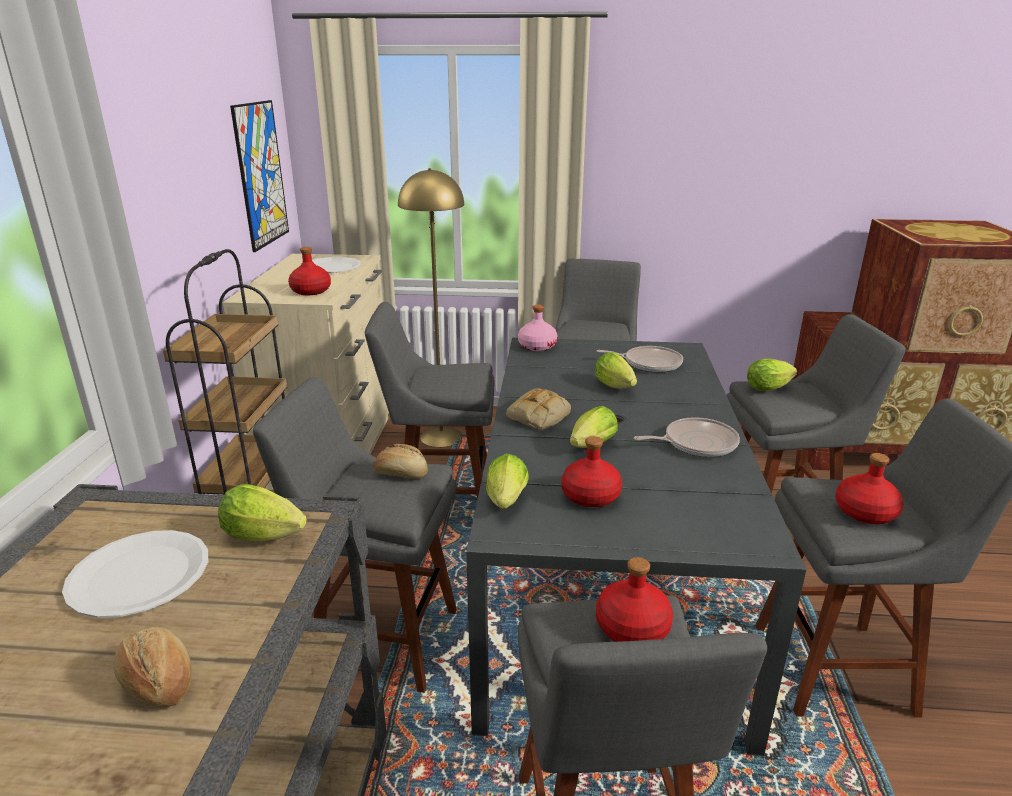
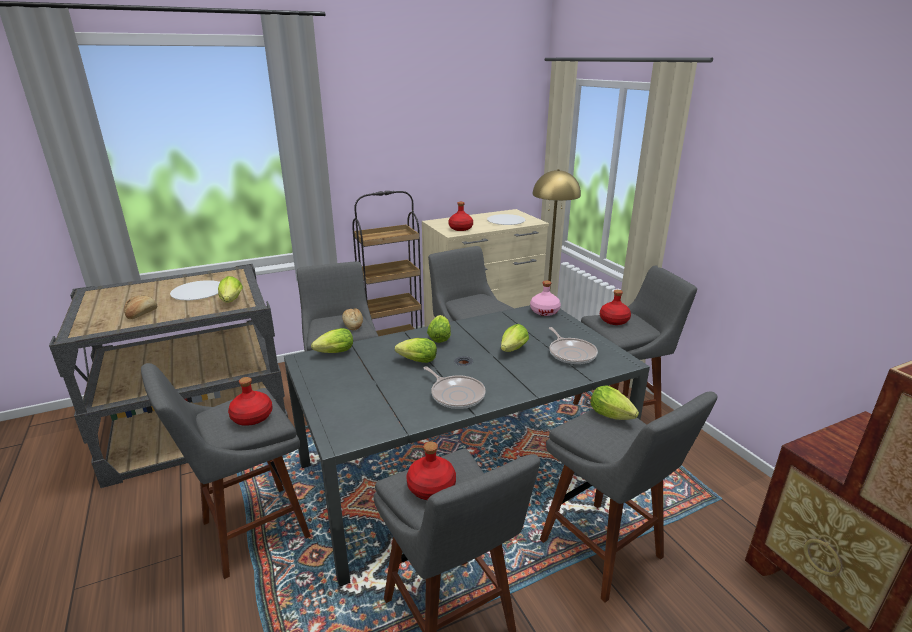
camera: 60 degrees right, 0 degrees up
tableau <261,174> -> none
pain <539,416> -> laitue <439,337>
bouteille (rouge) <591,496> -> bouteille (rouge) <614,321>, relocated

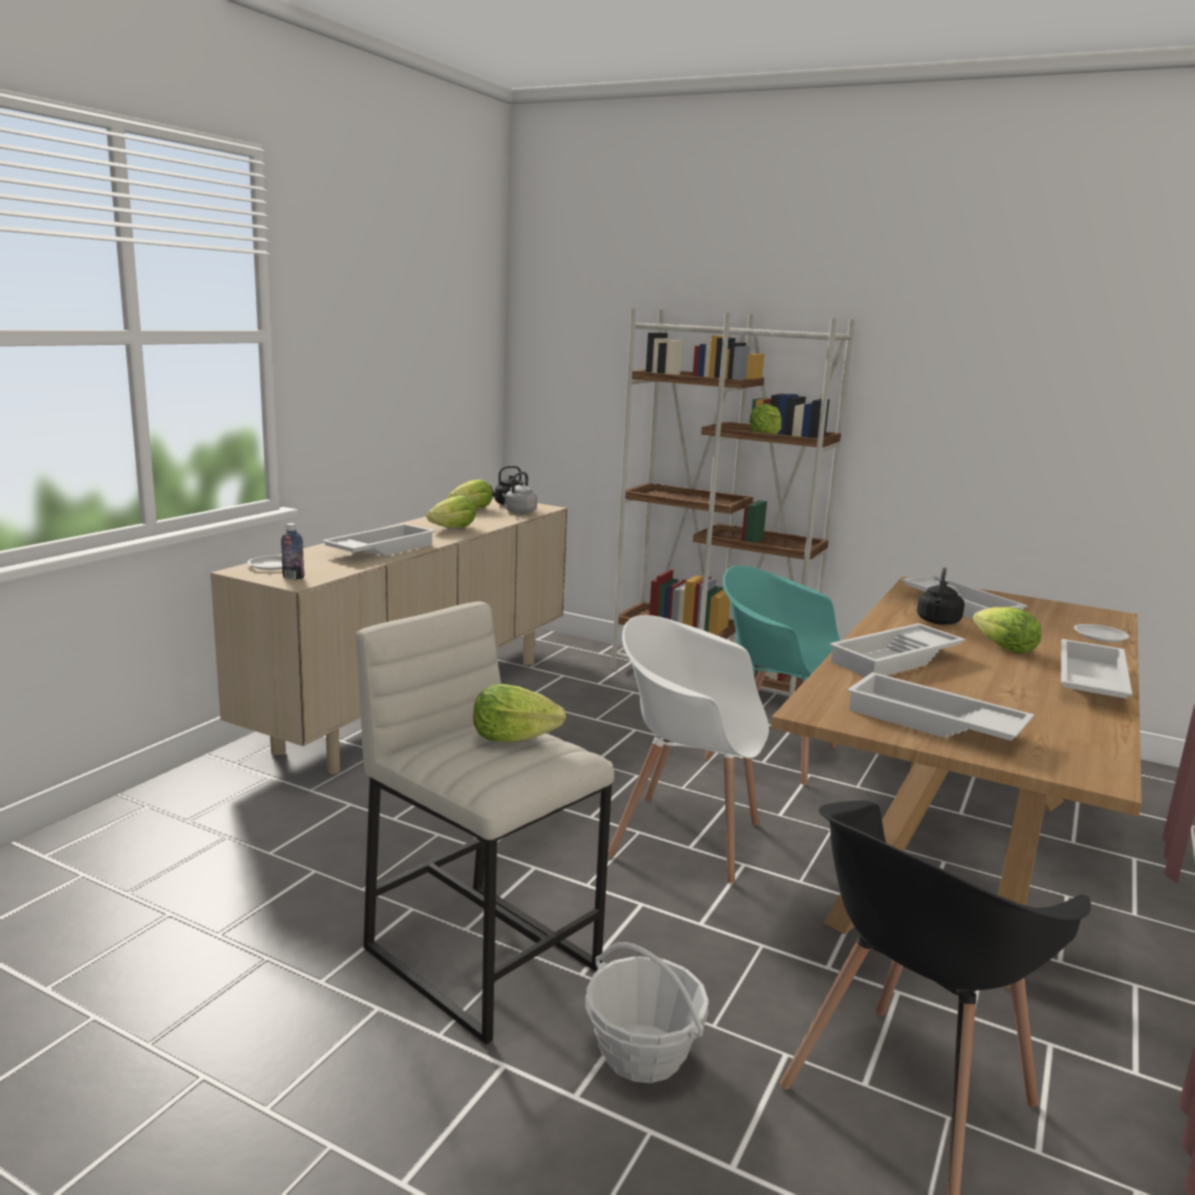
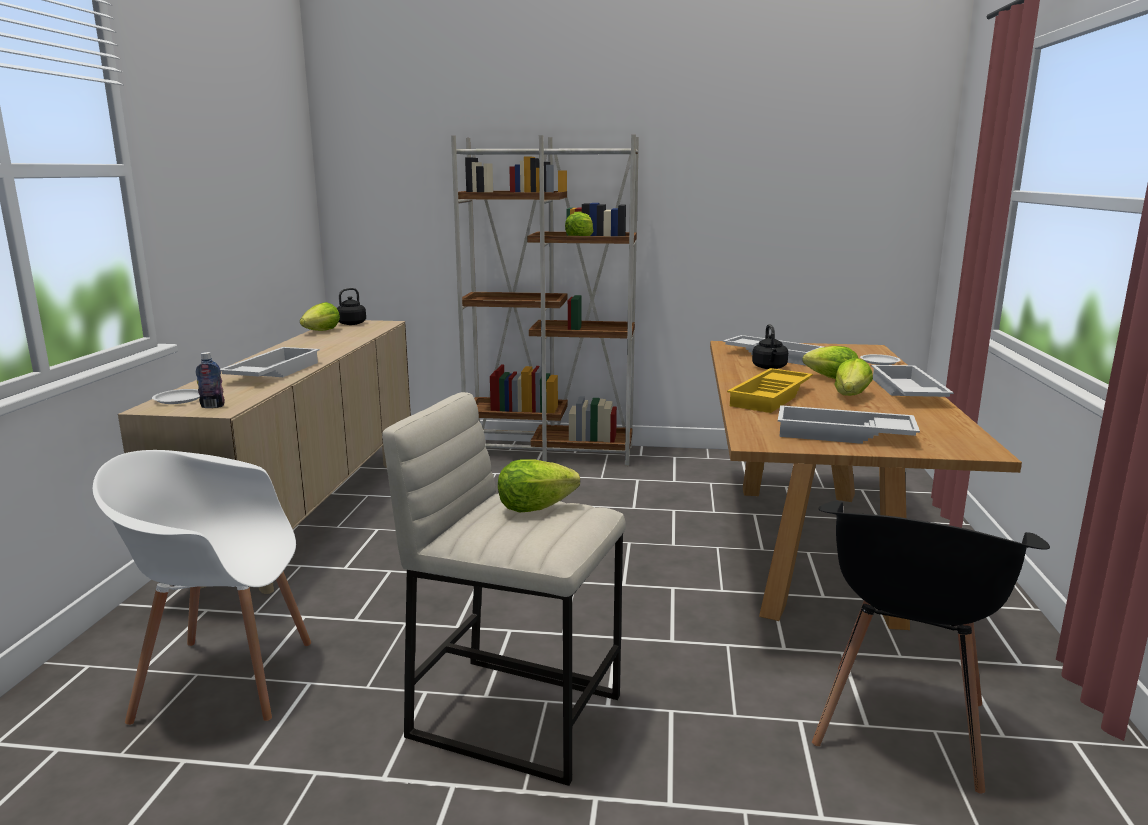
camera: 20 degrees left, 0 degrees up
laitue <453,528> -> laitue <851,396>, relocated
bouilloire (gris) <519,512> -> none
panier <643,1053> -> none
chaise (blanc) <683,838> -> chaise (blanc) <223,680>, relocated
chaise (turquoise) <769,752> -> none
plateau (blanc) <896,660> -> plateau (jaune) <771,397>

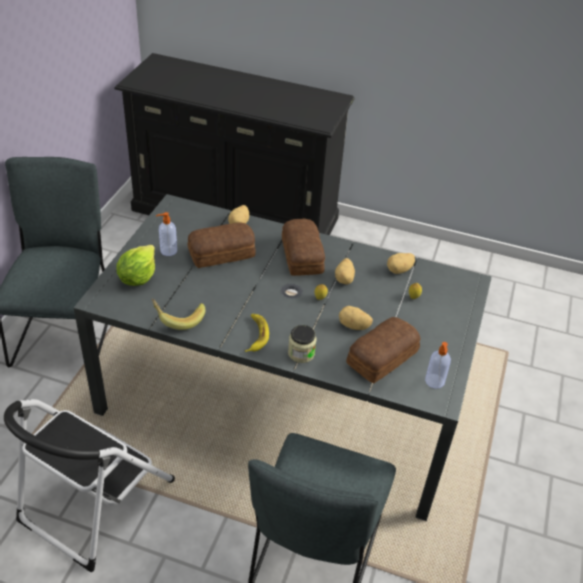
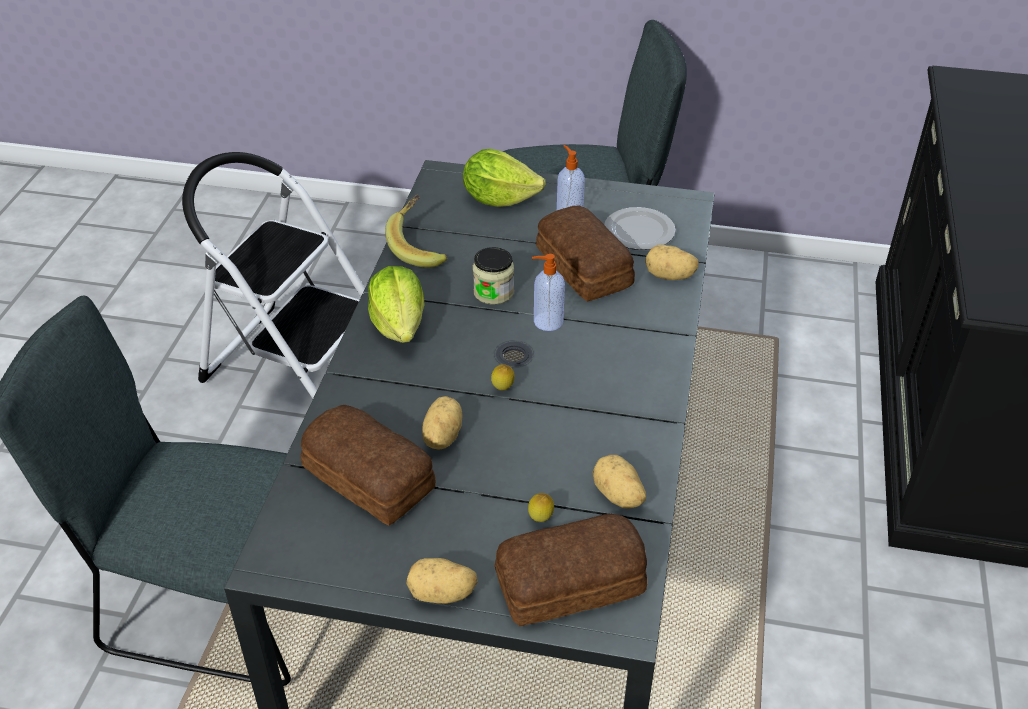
camera: 85 degrees right, 0 degrees up
banane <256,335> -> laitue <399,325>
pain <303,255> -> pain <572,584>, relocated
bocal <301,353> -> bocal <493,292>, relocated
pomme de terre <345,279> -> pomme de terre <442,594>, relocated
distributeur de savon <434,382> -> distributeur de savon <547,321>, relocated
none -> assiette <639,232>

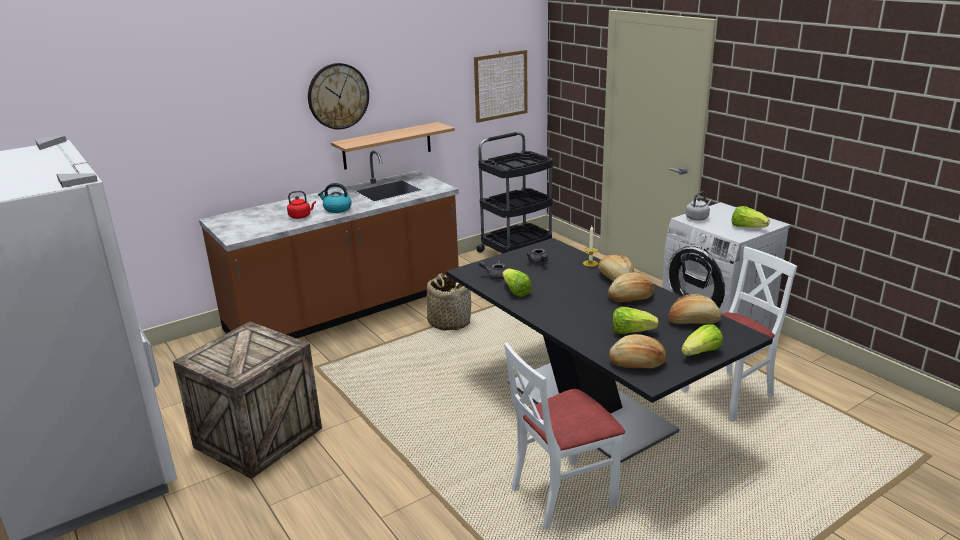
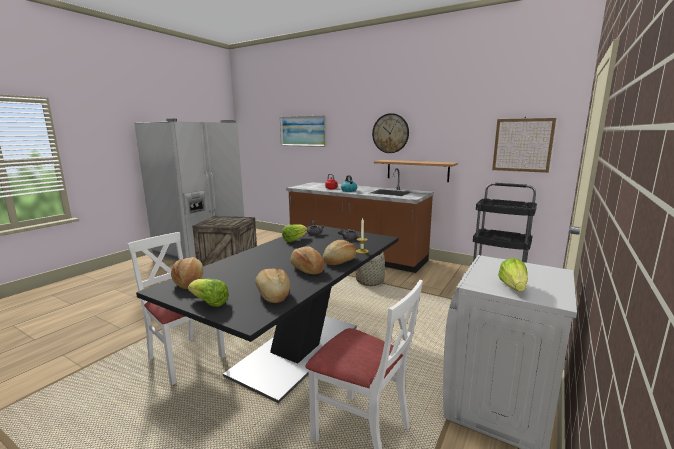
camera: 65 degrees right, 10 degrees down
laitue <631,332> -> none
bouilloire (gris) <697,218> -> none
none -> tableau <303,131>

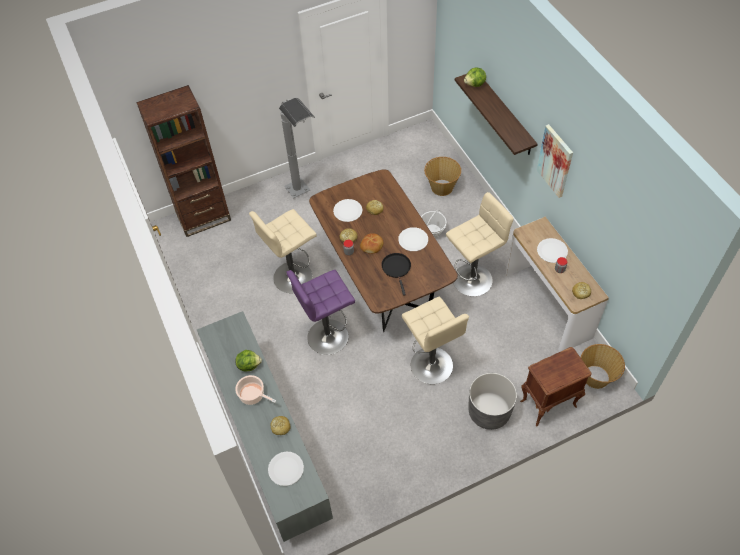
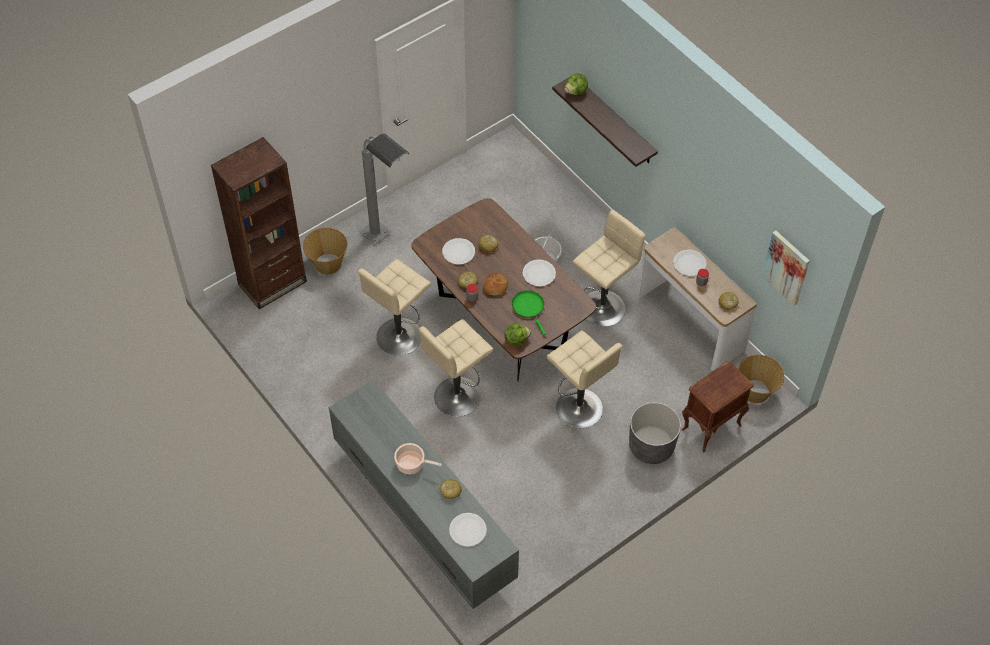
camera: 15 degrees left, 0 degrees up
laitue <249,365> -> laitue <516,339>, relocated
tabouret (violet) <327,337> -> tabouret (beige) <456,396>
poêle (noir) <397,268> -> poêle (vert) <529,307>
panier <441,187> -> panier <327,263>, relocated
tableau <555,161> -> tableau <786,267>, relocated

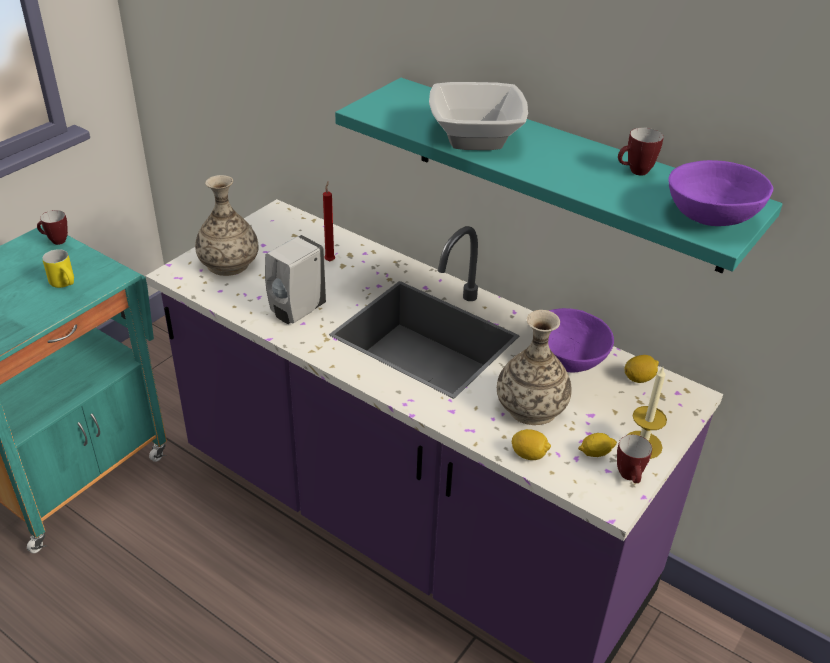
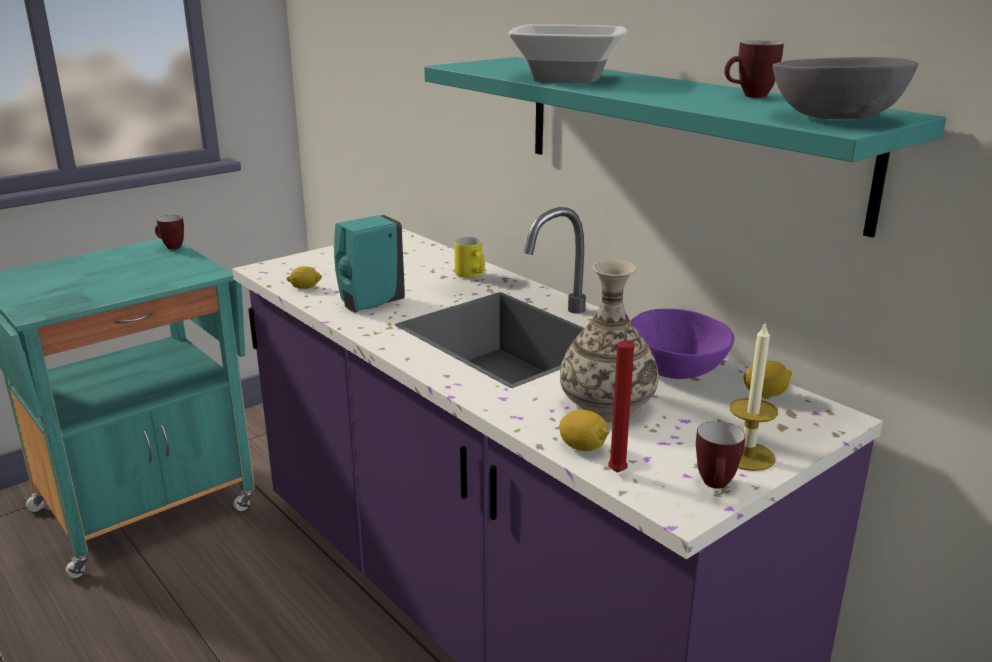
camera: 15 degrees right, 15 degrees down
mug (jaune) <66,284> -> mug (jaune) <473,276>, relocated
vase <228,263> -> none
distributeur de savon (blanc) <296,312> -> distributeur de savon (turquoise) <369,304>
bougie (rouge) <330,260> -> bougie (rouge) <618,470>, relocated
citron <595,453> -> citron <305,287>, relocated
bol (violet) <713,217> -> bol (gris) <838,118>

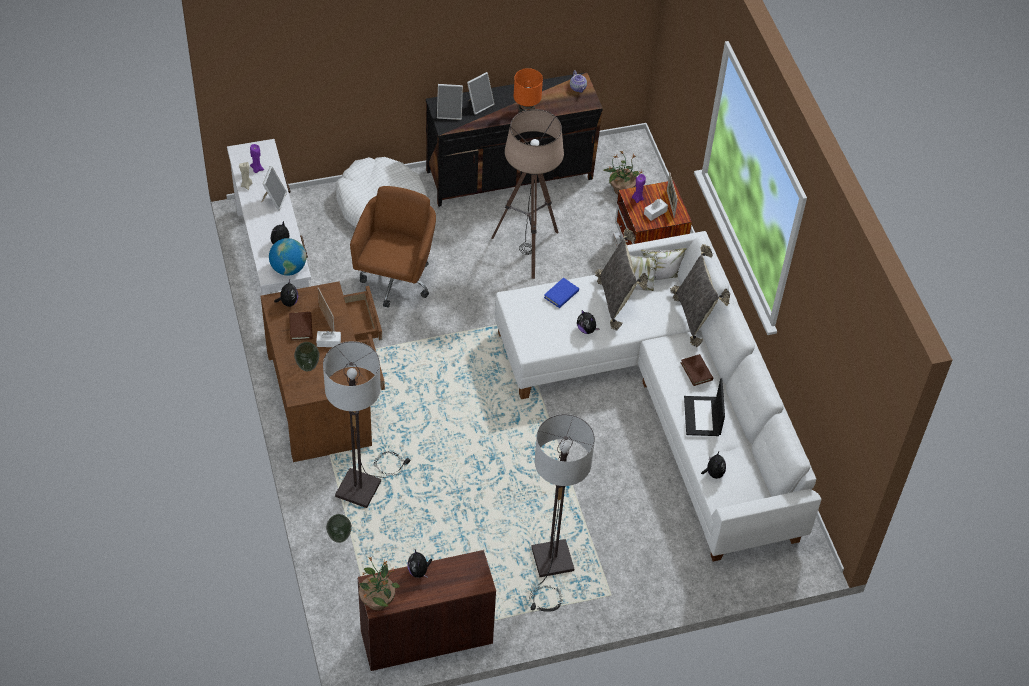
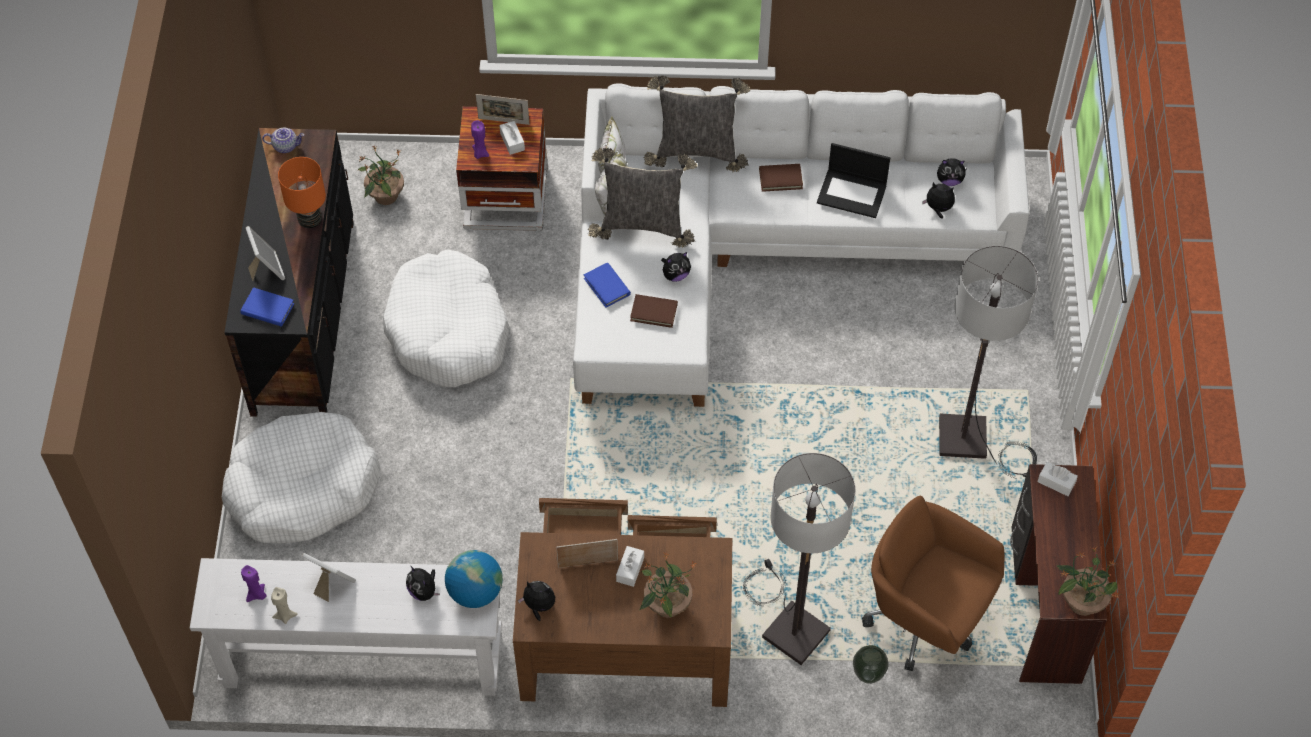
camera: 70 degrees left, 5 degrees up
livre (marron) <301,327> -> livre (marron) <654,312>, relocated
vase <308,367> -> plante en pot <667,605>
chaise de bureau (marron) <396,283> -> chaise de bureau (marron) <924,624>, relocated
peluche <419,571> -> peluche <949,180>, relocated
cadre photo <450,113> -> livre (bleu) <267,309>
lampadaire <527,249> -> panier pour chien (blanc) <448,331>
none -> boîte à mouchoirs (blanc) <1056,482>

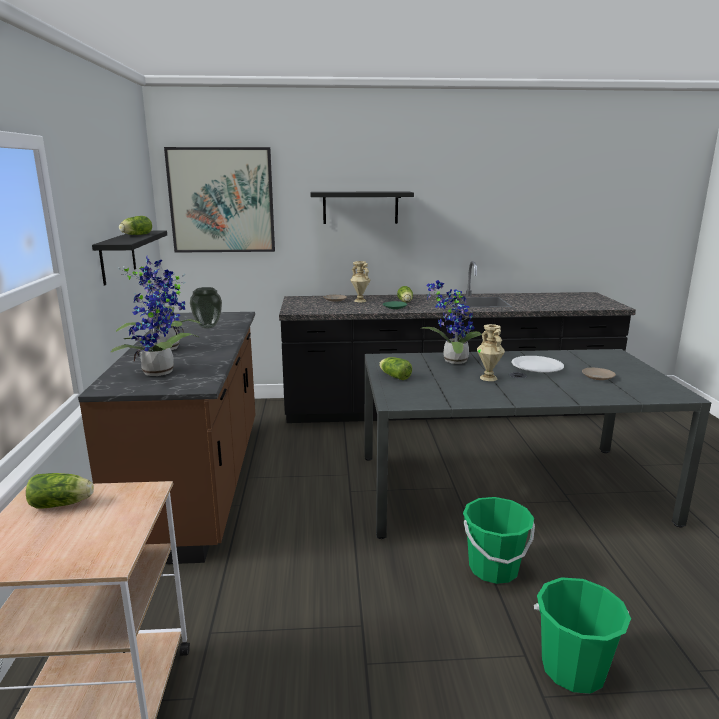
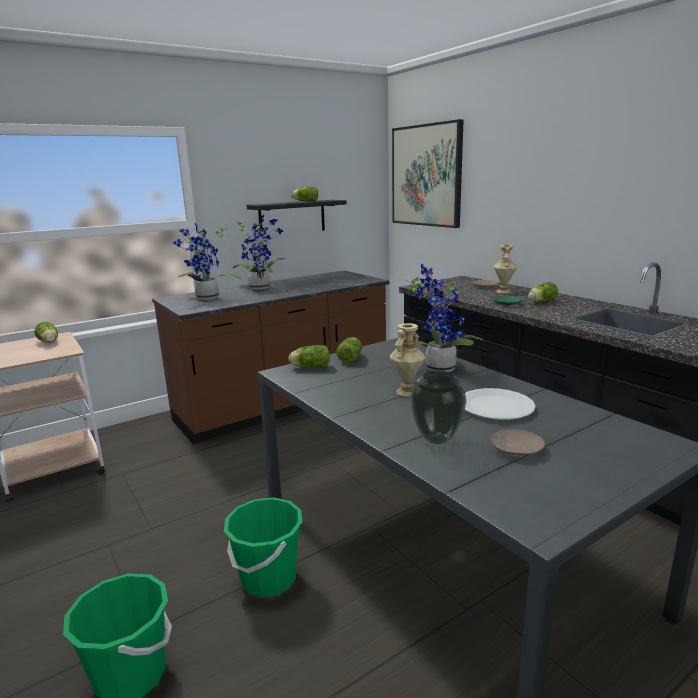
camera: 60 degrees right, 0 degrees up
vase <207,326> -> vase <436,438>, relocated
étagère (noir) <360,207> -> none
none -> laitue <309,367>

